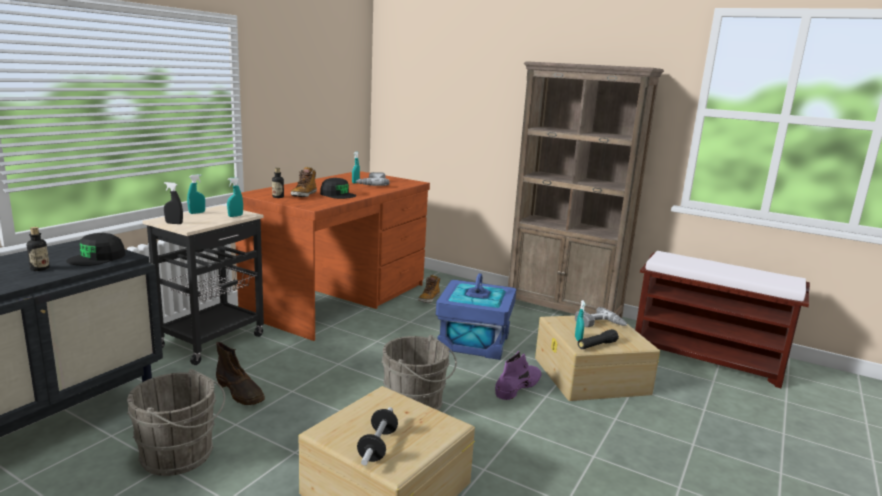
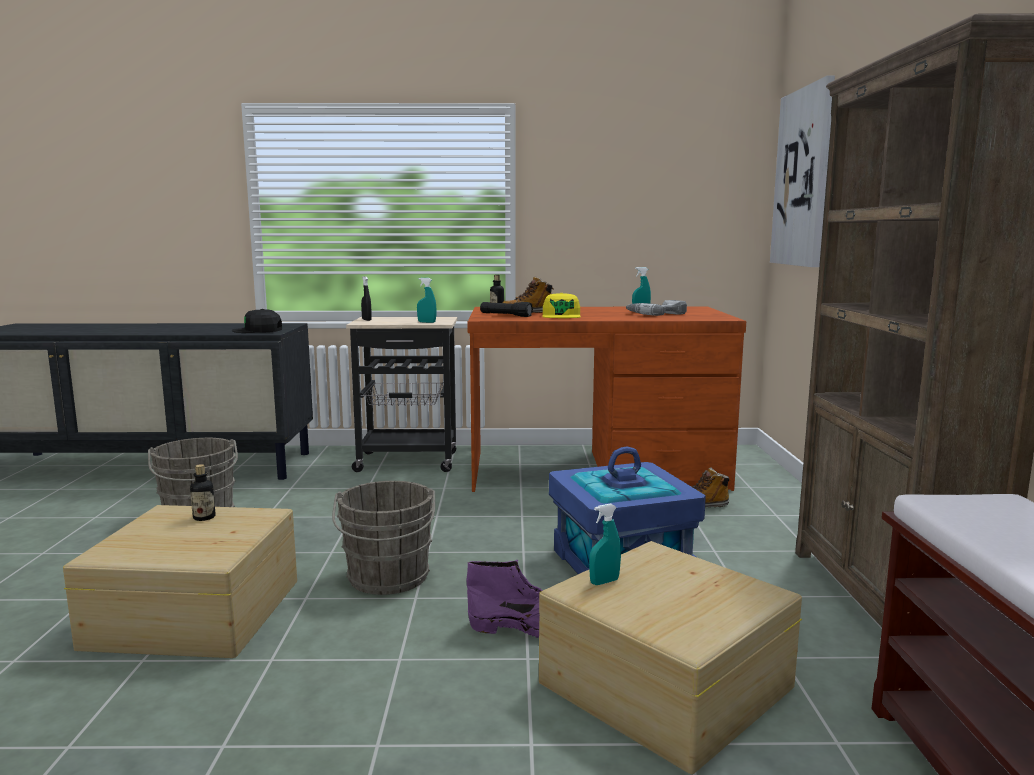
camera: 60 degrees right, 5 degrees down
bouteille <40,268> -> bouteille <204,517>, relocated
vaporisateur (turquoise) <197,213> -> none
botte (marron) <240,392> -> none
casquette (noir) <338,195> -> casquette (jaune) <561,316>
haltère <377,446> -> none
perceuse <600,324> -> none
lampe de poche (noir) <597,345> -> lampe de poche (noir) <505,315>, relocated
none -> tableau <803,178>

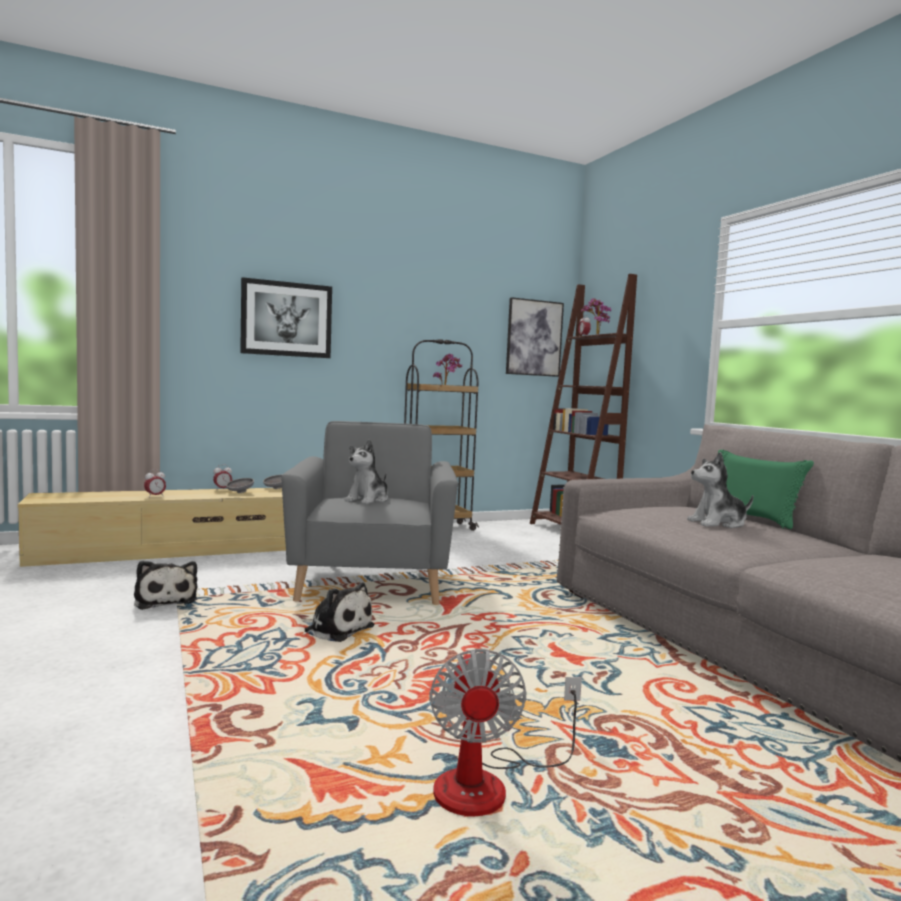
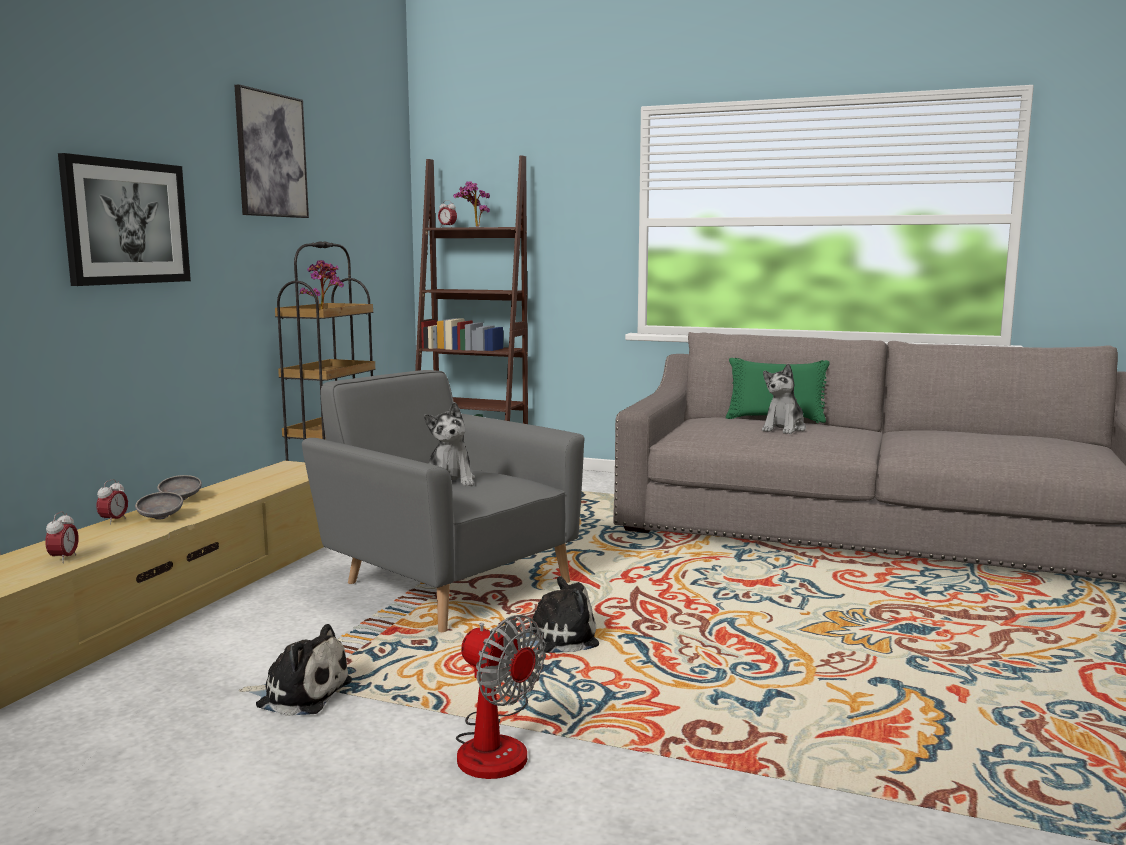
camera: 45 degrees left, 5 degrees up
ventilateur <489,784> -> ventilateur <495,744>, relocated
tableau <534,338> -> tableau <271,155>, relocated

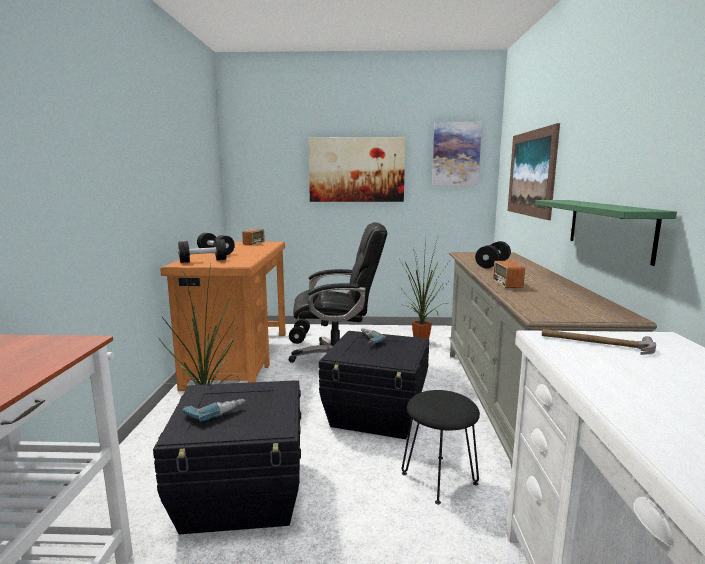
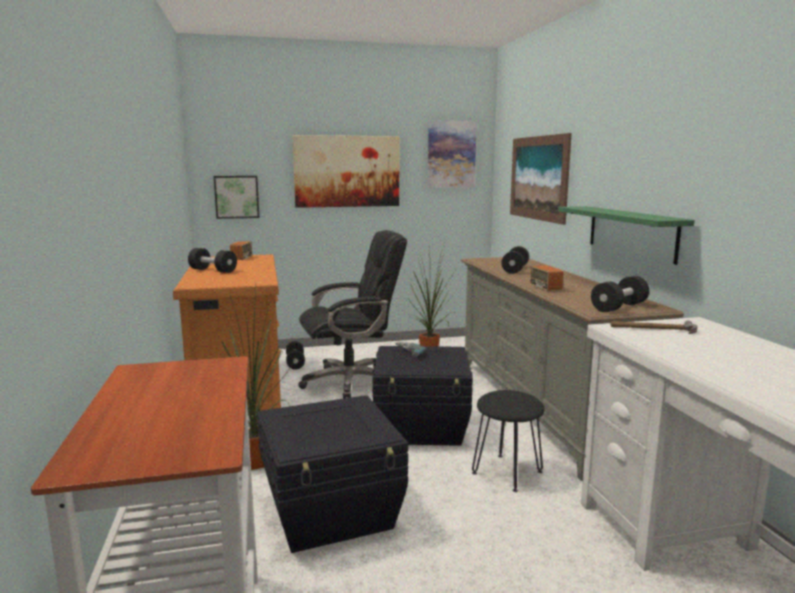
camera: 15 degrees left, 0 degrees up
haltère (noir) <203,261> -> haltère (noir) <619,307>, relocated
perceuse <214,411> -> none
none -> tableau <237,196>

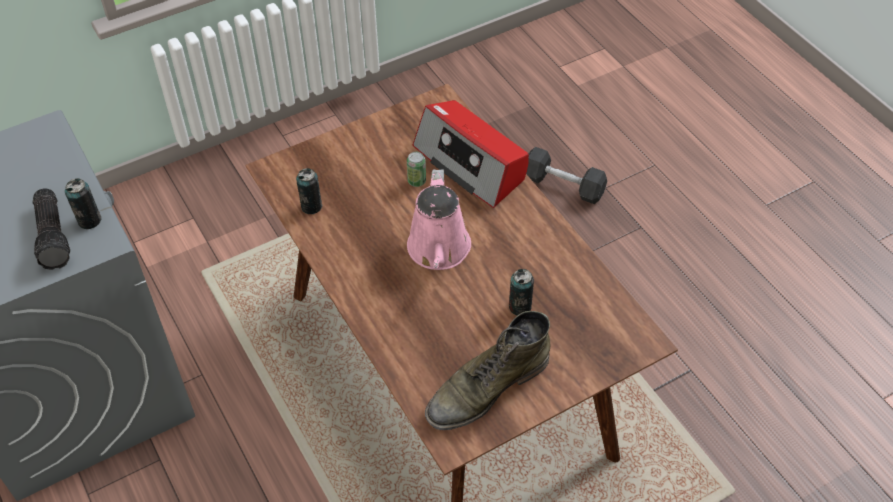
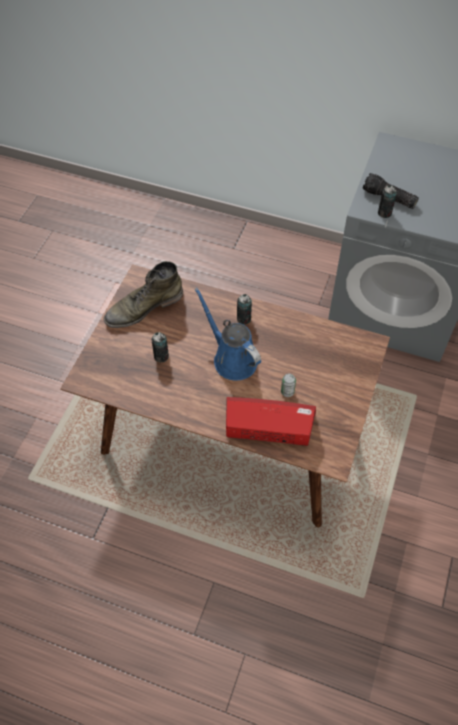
camera: 140 degrees right, 5 degrees up
boîte métallique <311,206> -> boîte métallique <244,319>, relocated
arrosoir (rose) <439,251> -> arrosoir (bleu) <232,358>
botte (vert) <487,388> -> botte (vert) <144,307>, 135 degrees counterclockwise
haltère (gris) <563,185> -> none

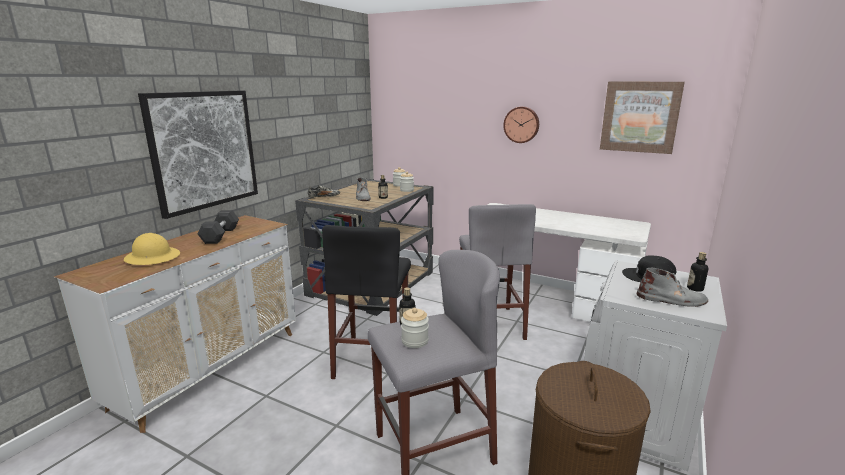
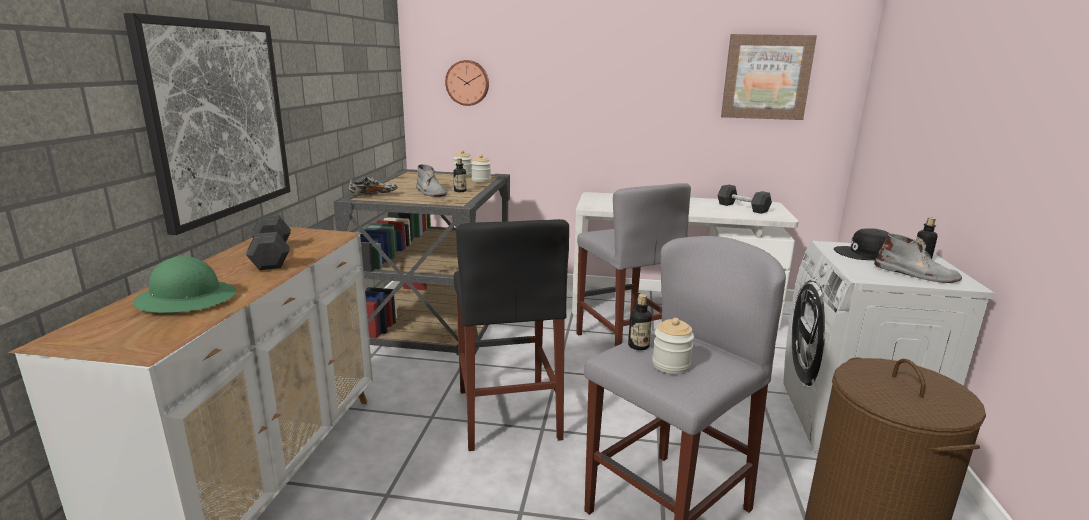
camera: 20 degrees left, 0 degrees up
casque de chantier (jaune) <153,257> -> casque de chantier (vert) <187,299>
horloge murale <521,124> -> horloge murale <467,83>, relocated
botte (gris) <672,300> -> botte (gris) <916,274>, 45 degrees clockwise
none -> haltère (gris) <742,208>

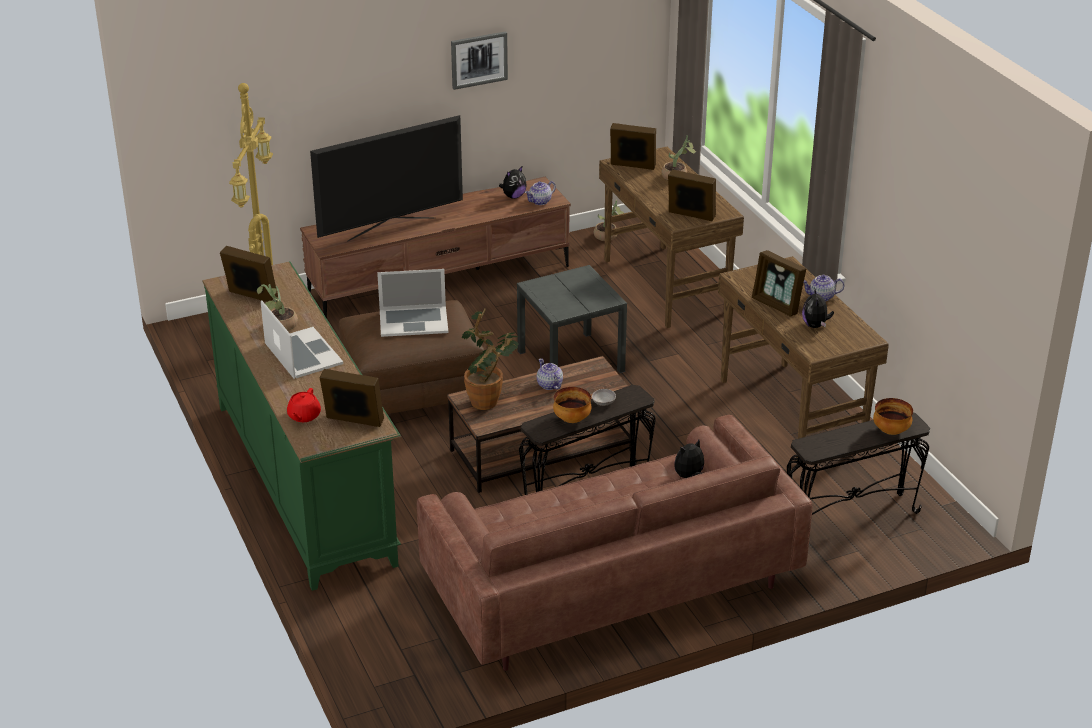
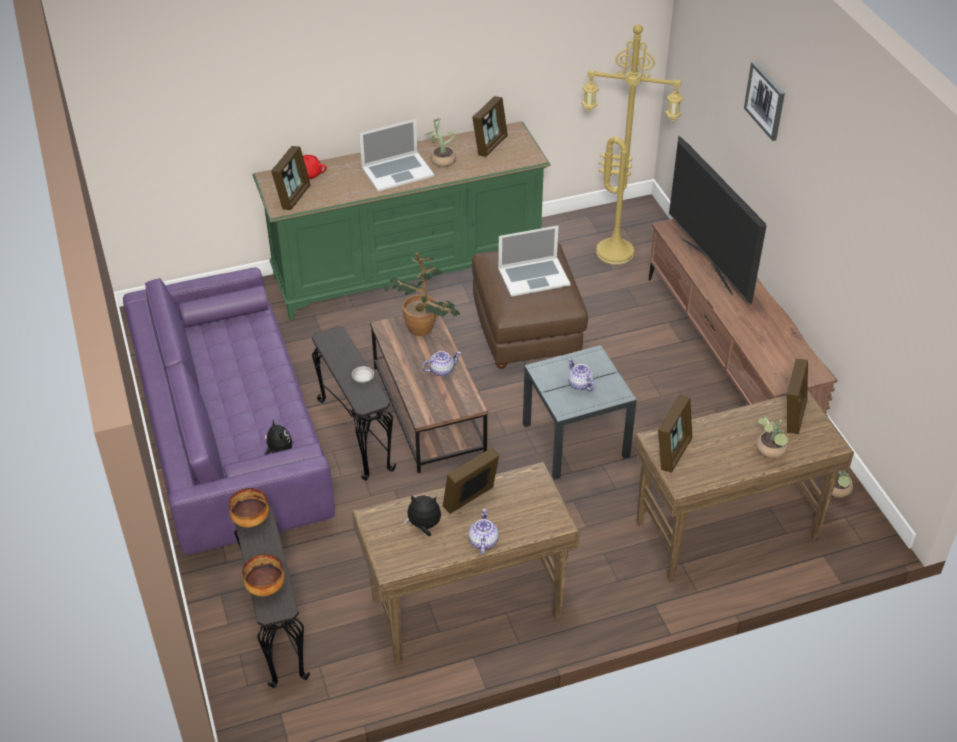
camera: 95 degrees right, 10 degrees up
ordinateur portable <413,321> -> ordinateur portable <533,276>, 105 degrees counterclockwise
canapé (marron) <610,584> -> canapé (violet) <232,440>
tableau <478,59> -> tableau <765,100>, relocated
peluche <513,196> -> none
théière <540,201> -> théière <579,384>, relocated
bol <571,419> -> bol <251,520>, relocated

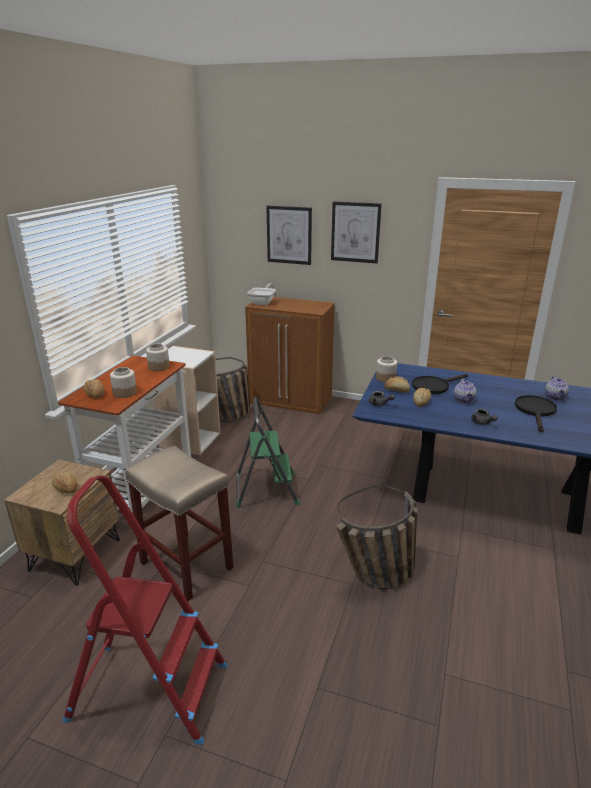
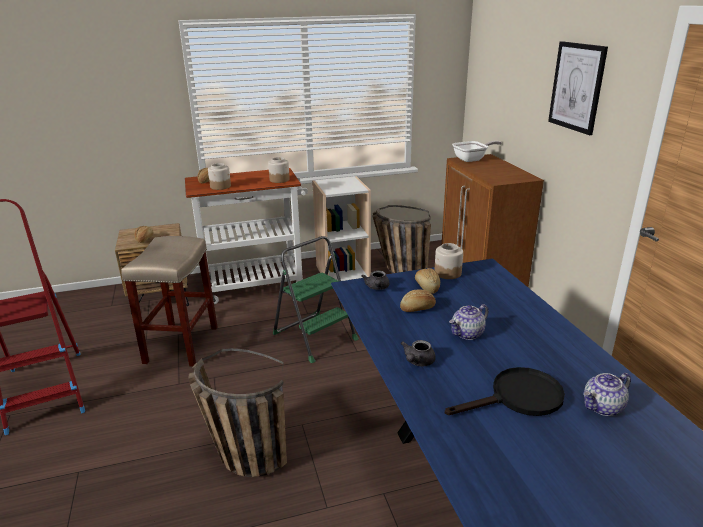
camera: 55 degrees right, 0 degrees up
tableau <289,235> -> none
poêle (noir) <434,386> -> none

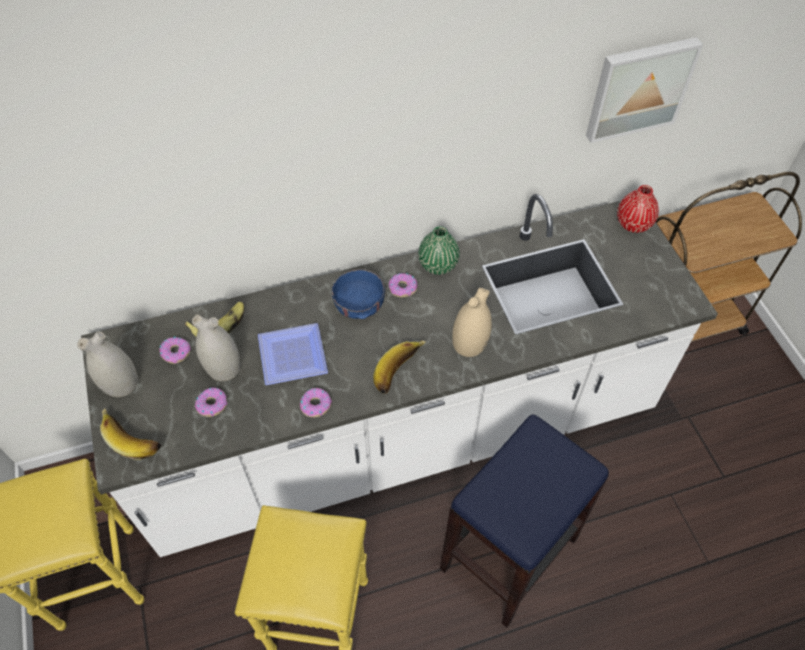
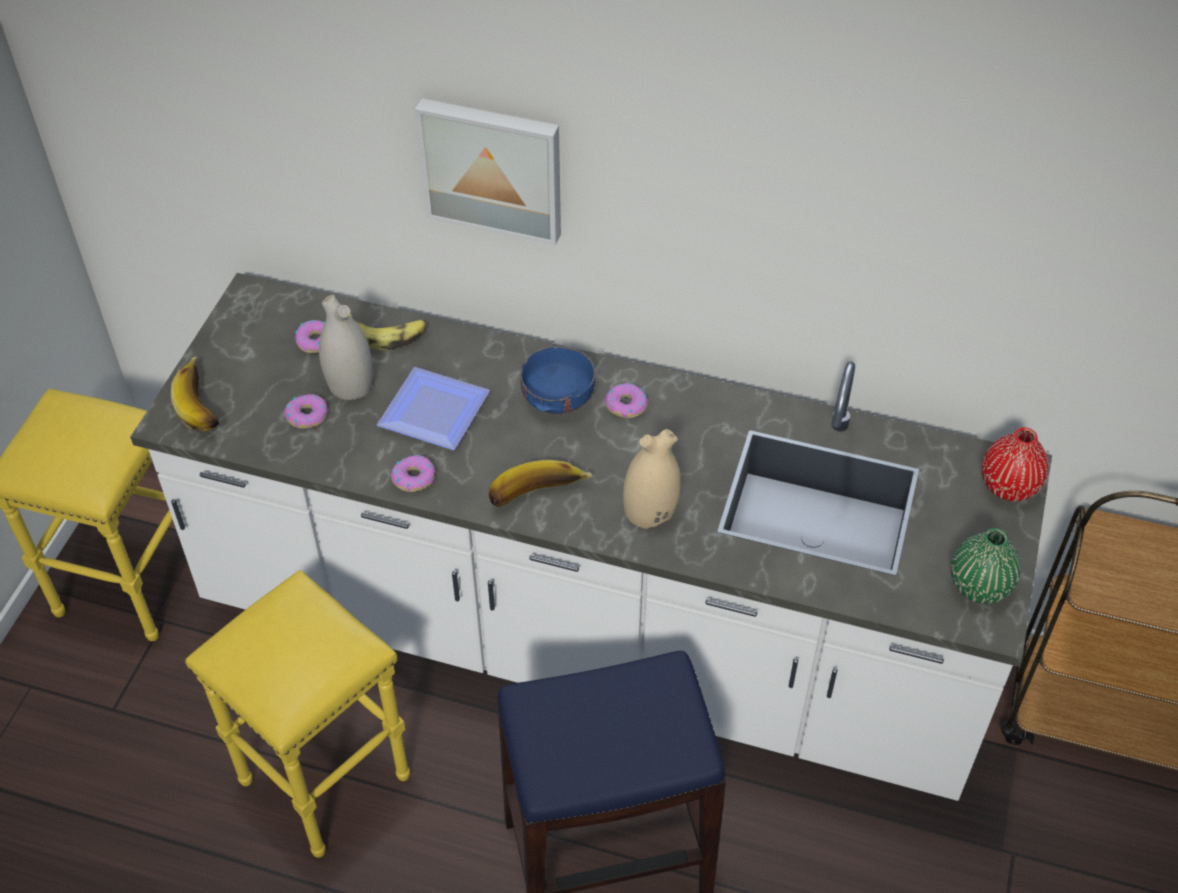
camera: 35 degrees right, 5 degrees down
vase (blanc) <120,384> -> none
vase (vert) <438,265> -> vase (vert) <979,586>, relocated
tableau <639,88> -> tableau <493,168>, relocated

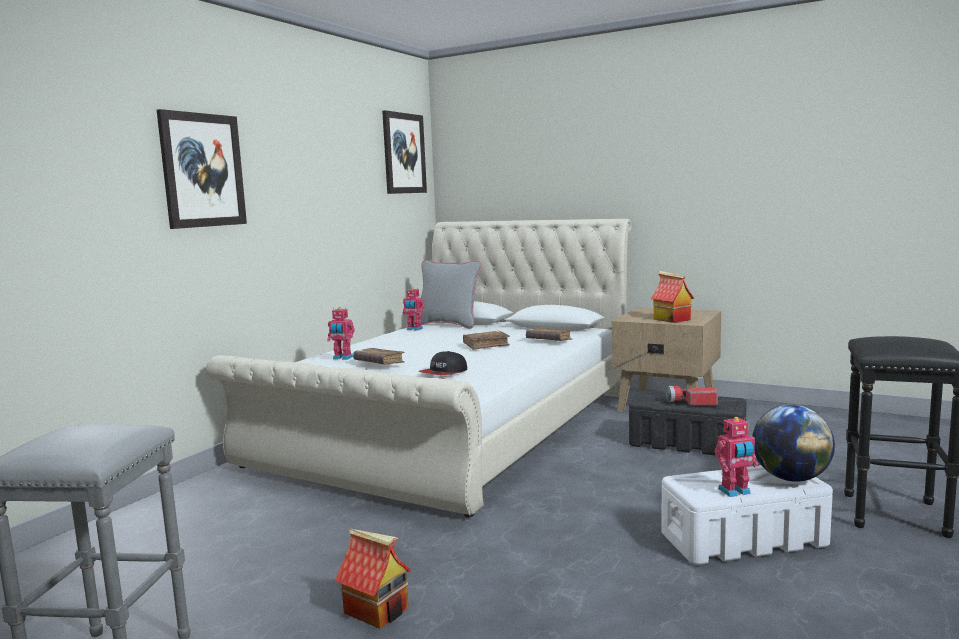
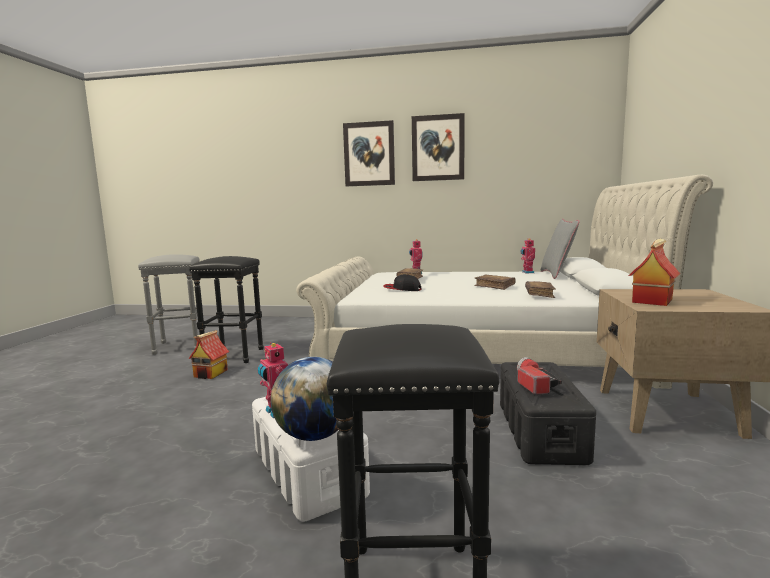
camera: 70 degrees right, 0 degrees up
tableau <404,153> -> tableau <438,148>, relocated
none -> tabouret (noir) <235,355>

